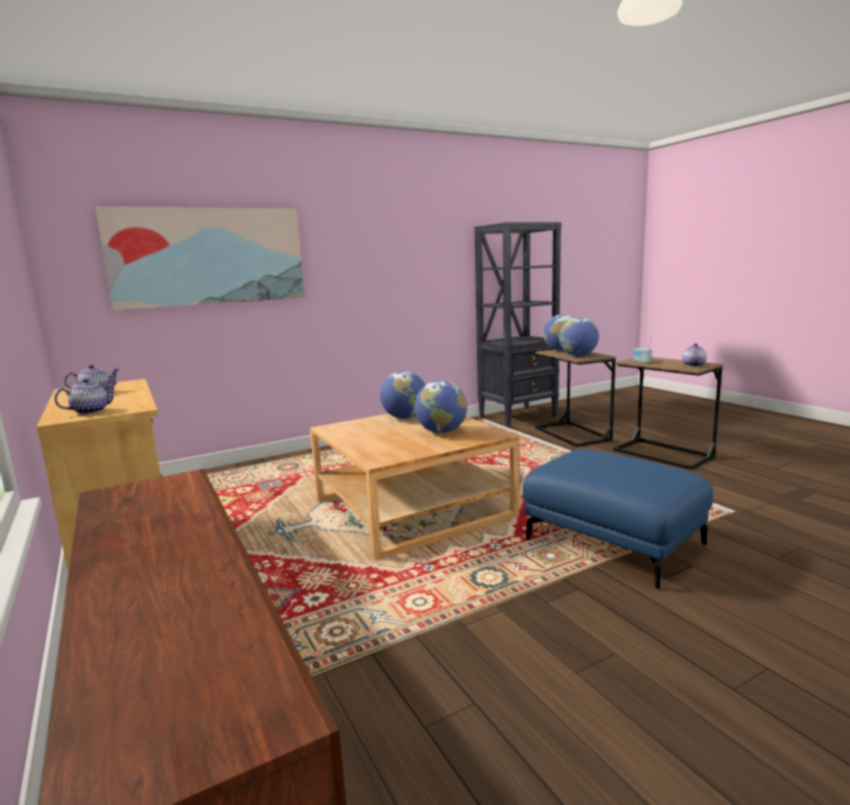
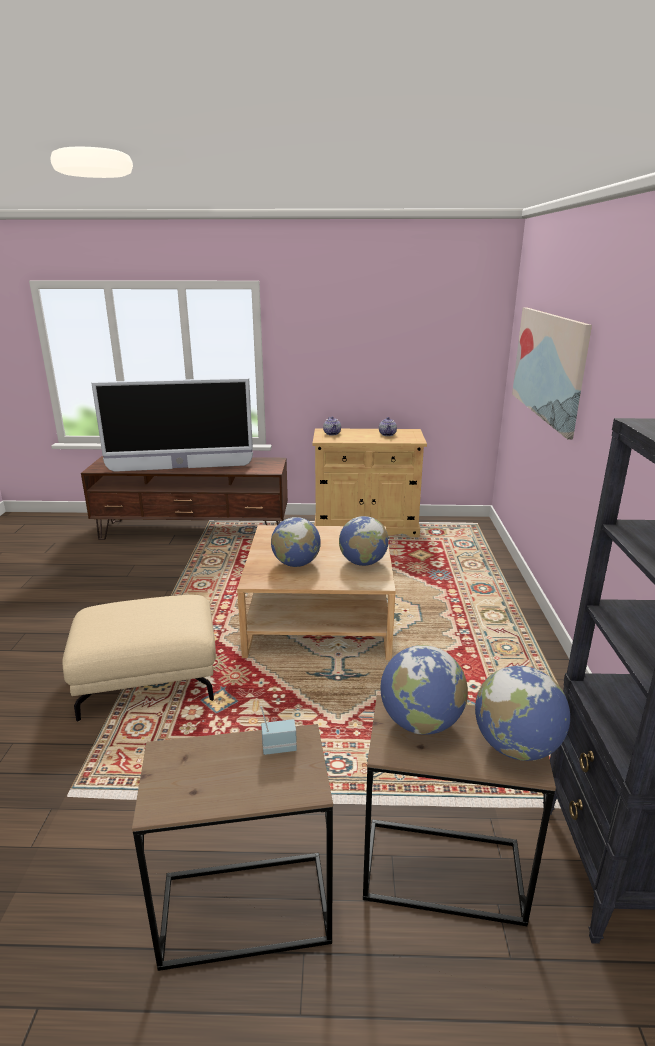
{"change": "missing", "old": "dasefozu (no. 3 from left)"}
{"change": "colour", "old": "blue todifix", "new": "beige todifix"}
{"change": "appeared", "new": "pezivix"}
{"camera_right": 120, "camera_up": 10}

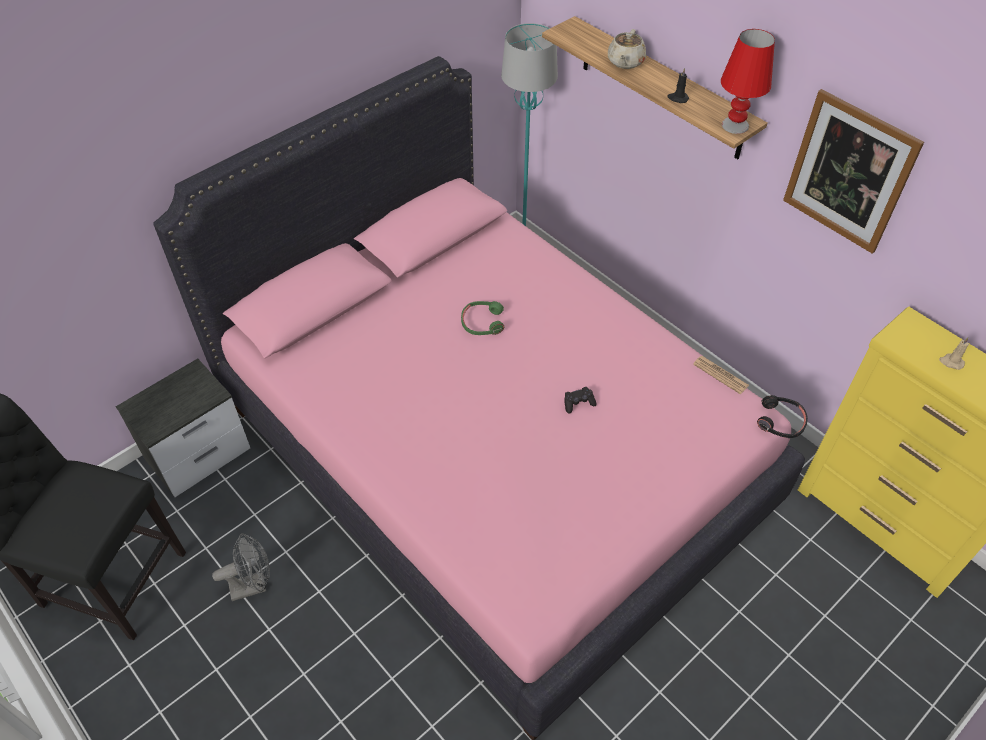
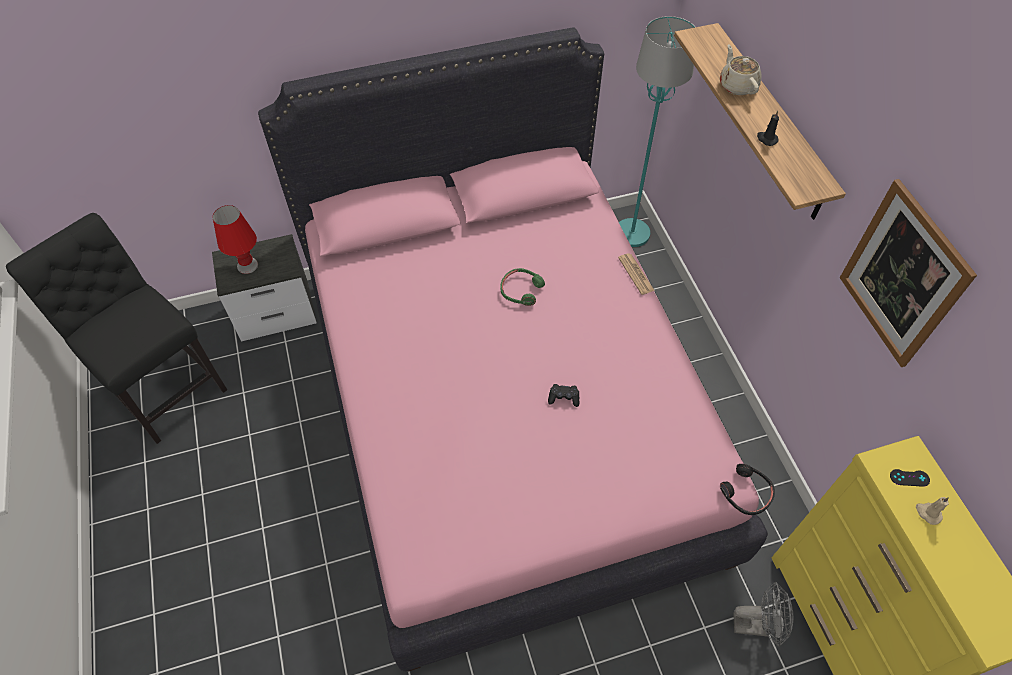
{"change": "spun", "old": "beige dasefozu", "degrees": 120}
{"change": "relocated", "old": "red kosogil"}
{"change": "relocated", "old": "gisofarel"}
{"change": "relocated", "old": "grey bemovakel"}
{"change": "appeared", "new": "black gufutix (no. 2 from left)"}
{"camera_right": 25, "camera_up": 5}

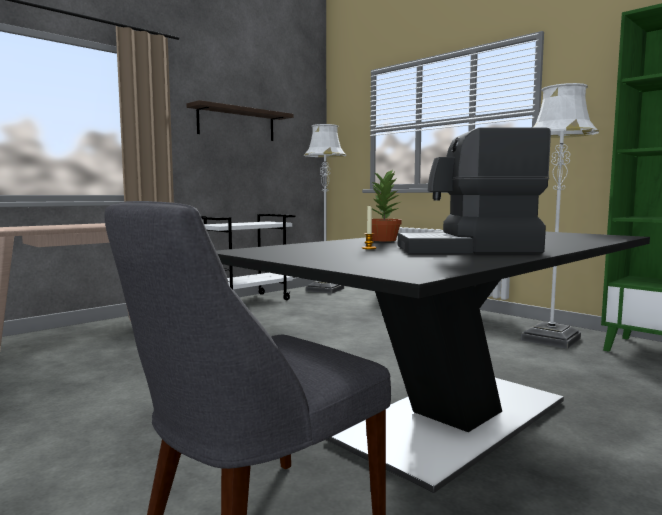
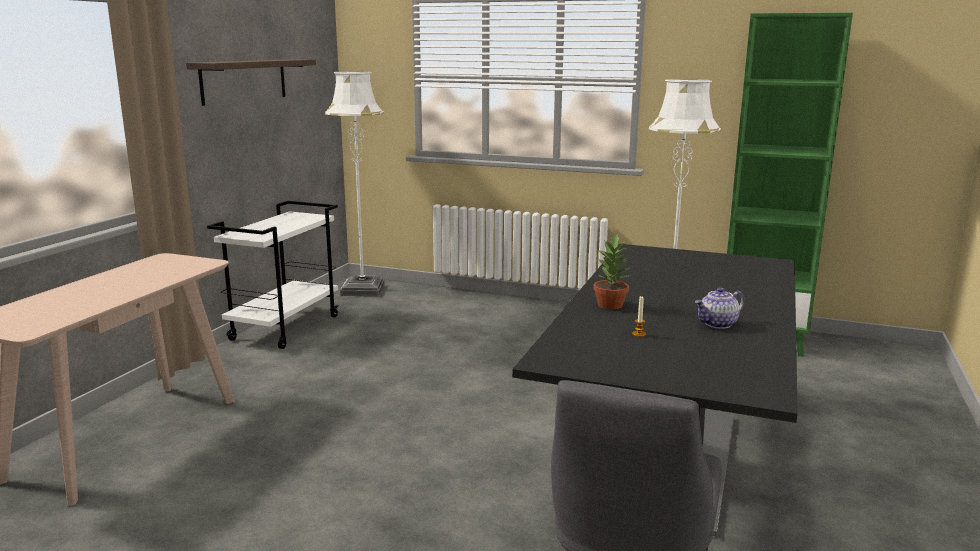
{"change": "exchanged", "old": "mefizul", "new": "dasefozu"}
{"camera_right": -25, "camera_up": 10}

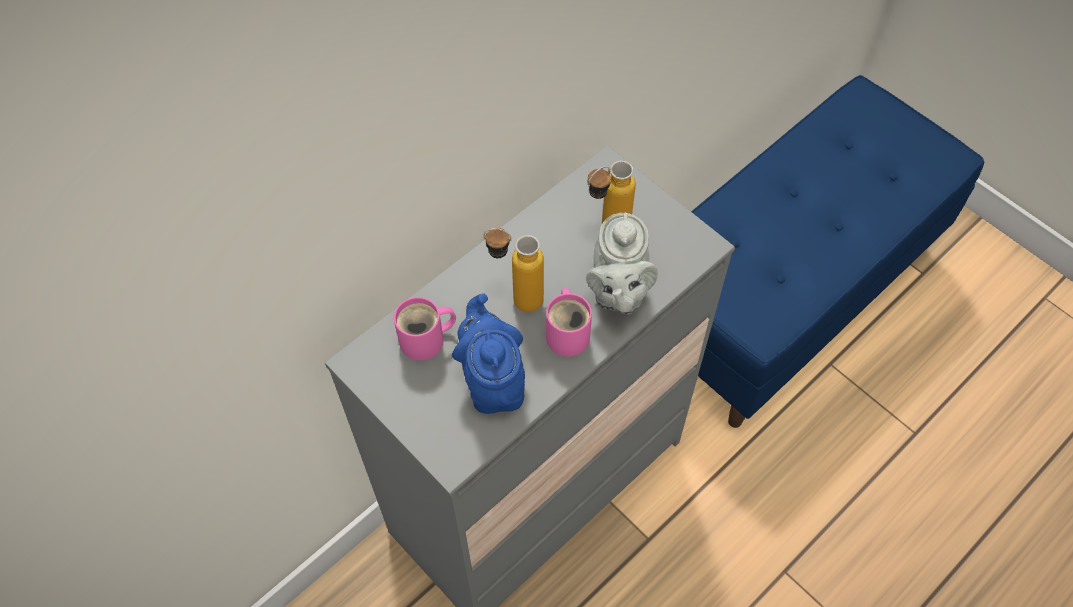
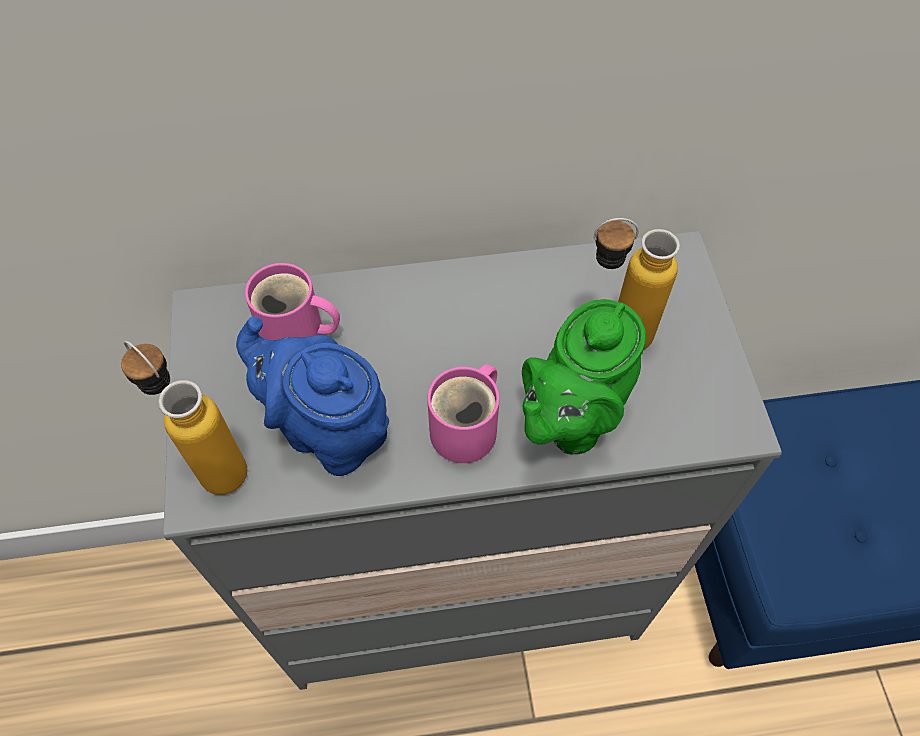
{"change": "colour", "old": "grey dasefozu", "new": "green dasefozu"}
{"change": "relocated", "old": "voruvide (no. 1 from left)"}
{"change": "spun", "old": "blue dasefozu", "degrees": -75}
{"camera_right": 35, "camera_up": 0}

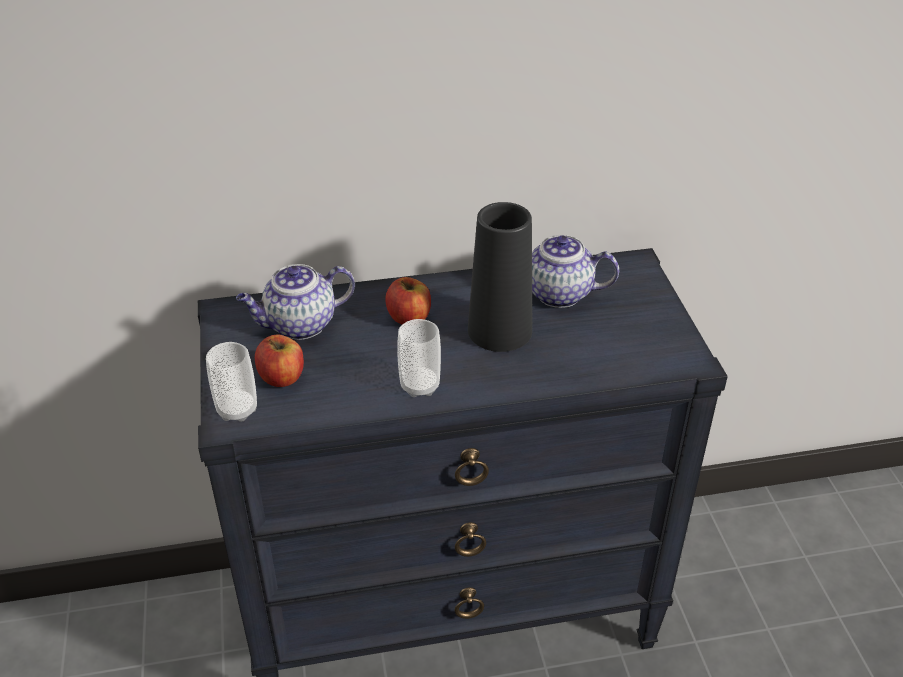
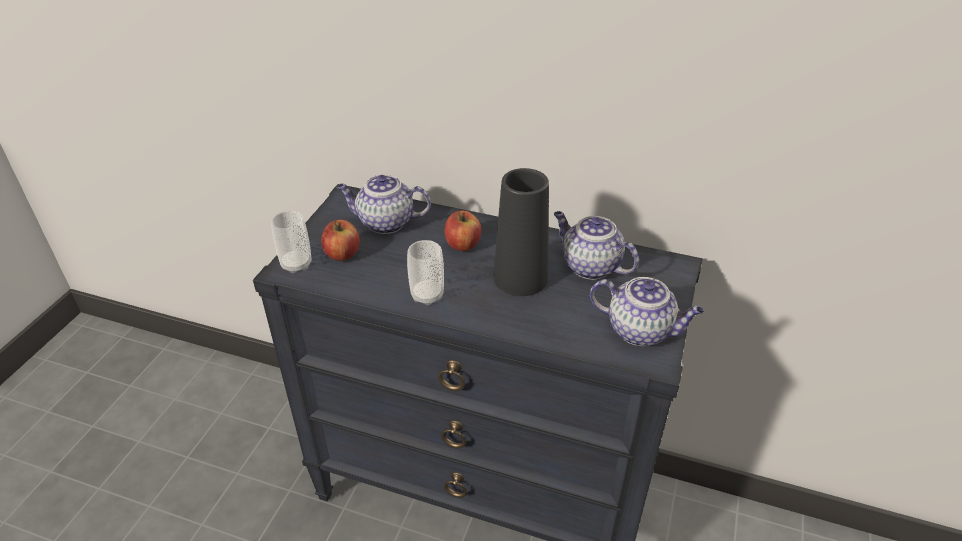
{"change": "appeared", "new": "dasefozu (no. 3 from left)"}
{"camera_right": 30, "camera_up": 0}

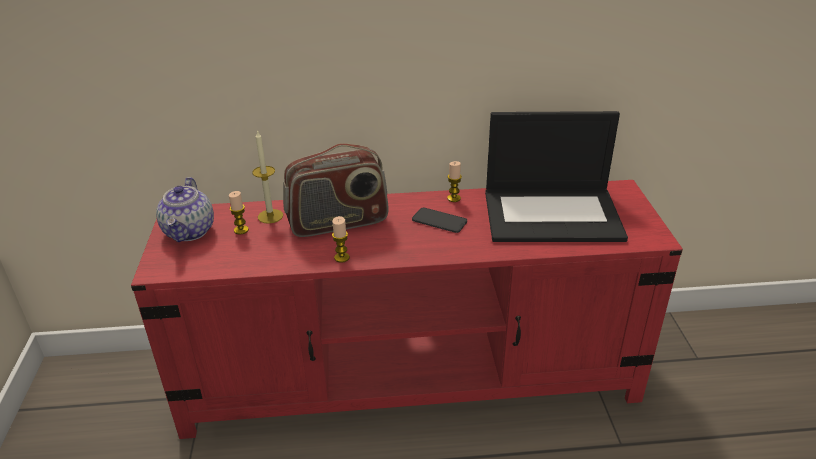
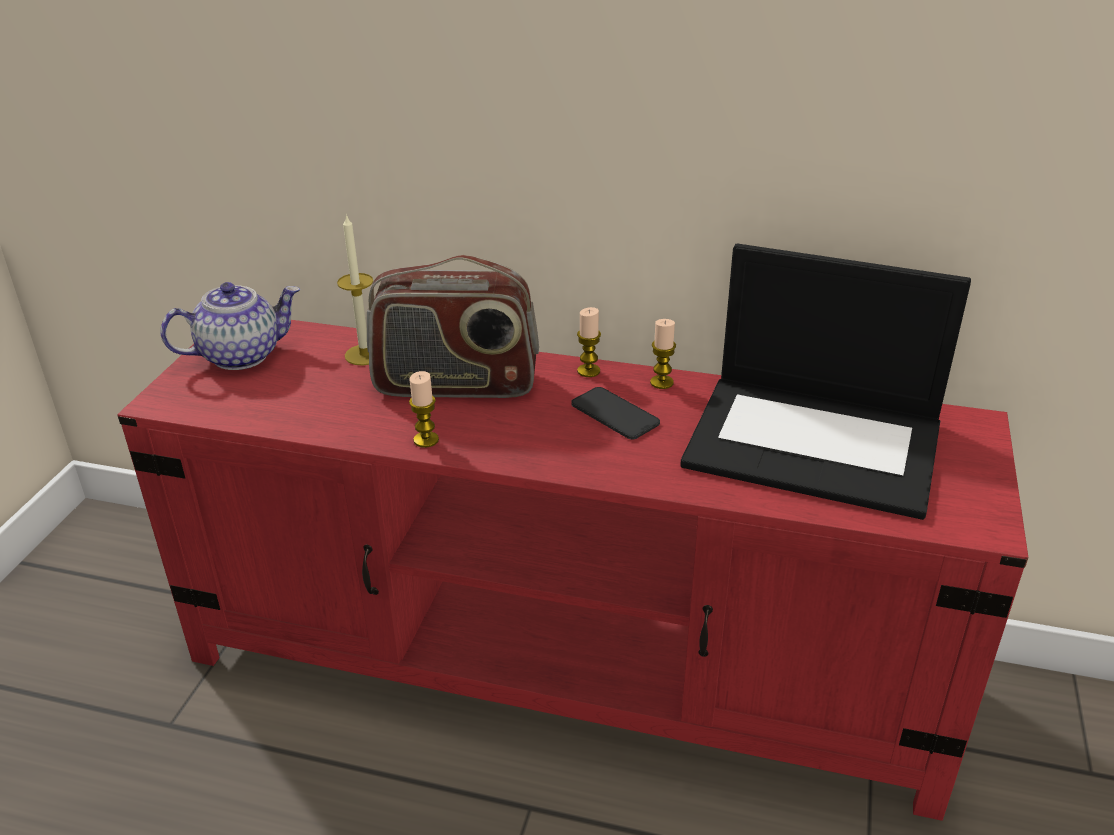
{"change": "spun", "old": "dasefozu", "degrees": -135}
{"change": "relocated", "old": "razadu (no. 1 from left in the first image)", "new": "razadu (no. 3 from left)"}
{"camera_right": 20, "camera_up": 0}

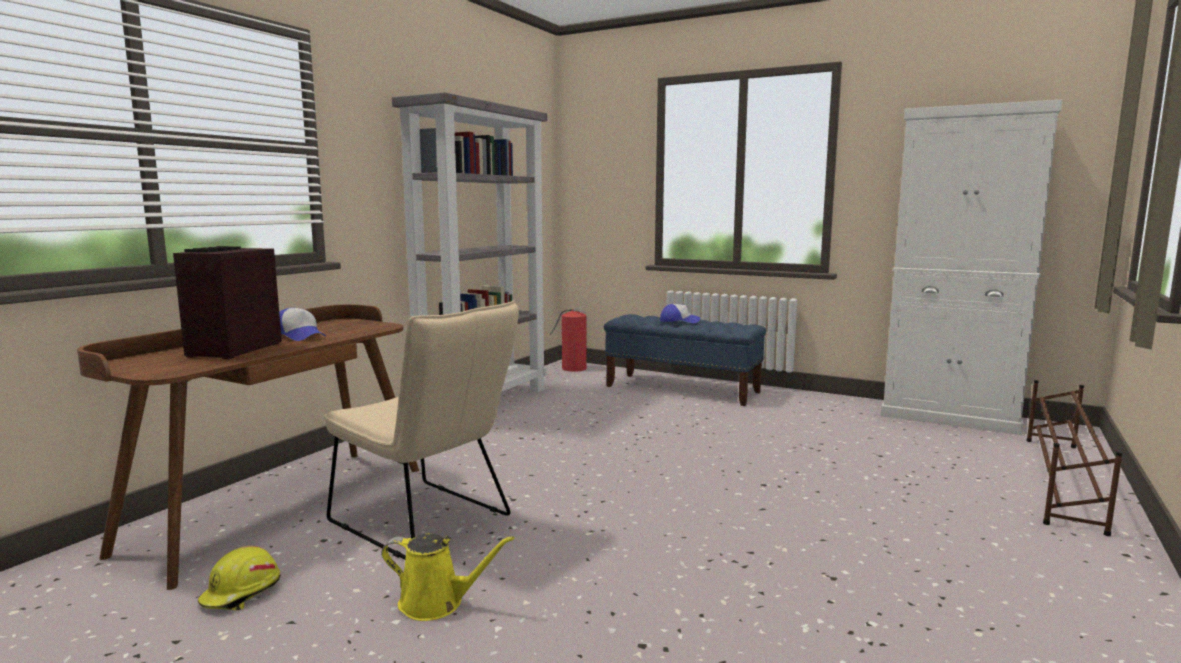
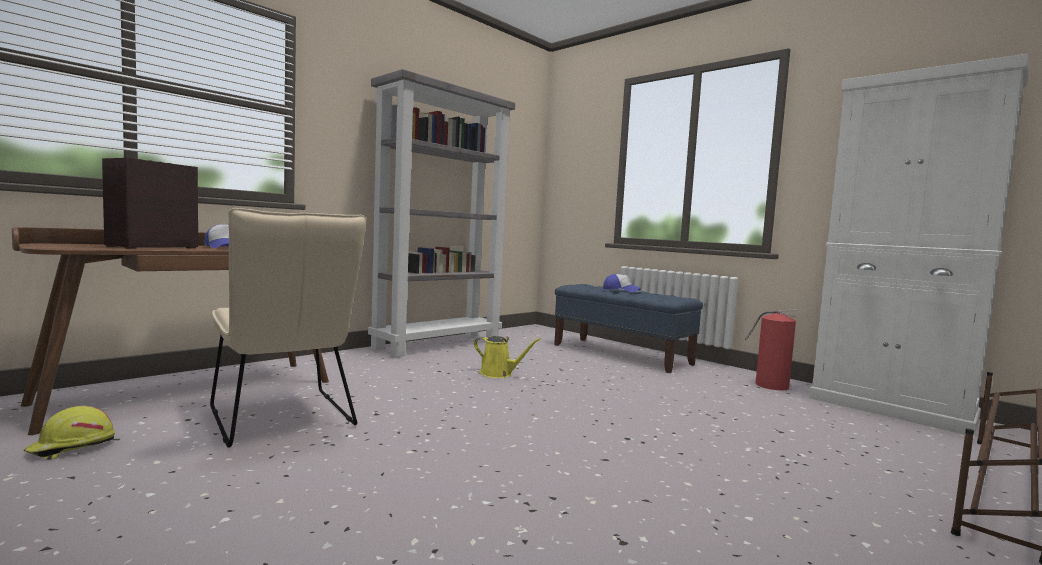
{"change": "relocated", "old": "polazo"}
{"change": "relocated", "old": "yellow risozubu"}
{"camera_right": 15, "camera_up": -5}

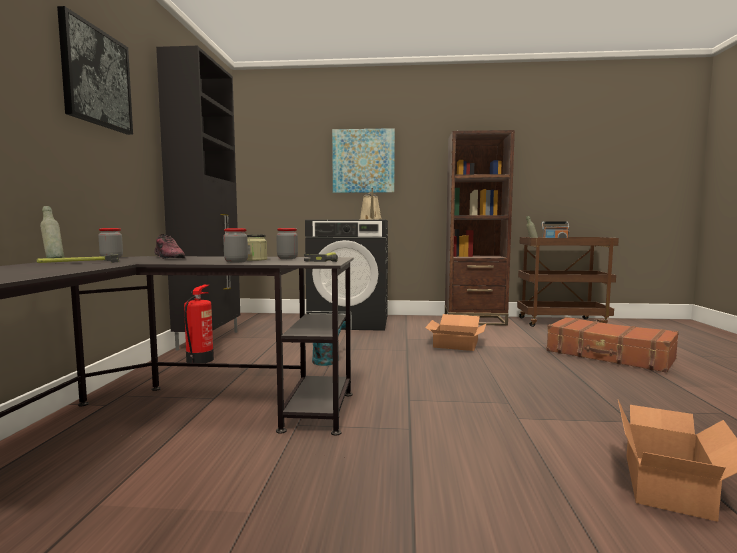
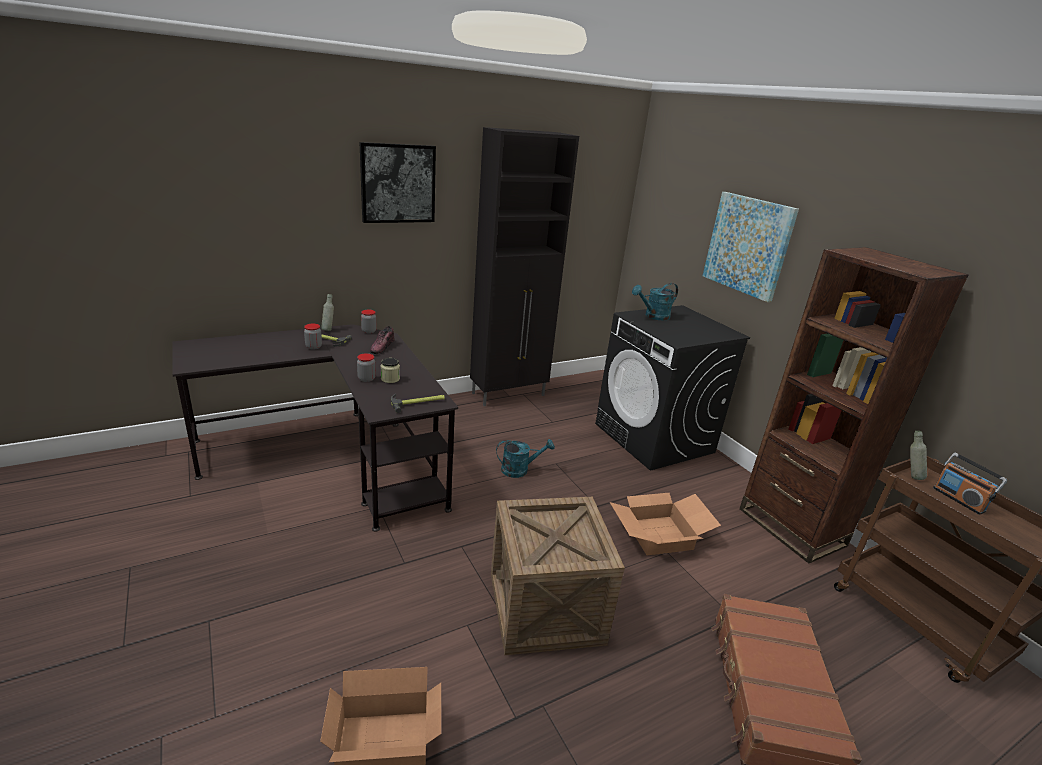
{"change": "missing", "old": "beige risozubu"}
{"change": "relocated", "old": "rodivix (no. 4 from left in the first image)", "new": "rodivix (no. 1 from left)"}
{"change": "missing", "old": "polazo"}
{"change": "appeared", "new": "turquoise risozubu (no. 2 from left)"}
{"change": "appeared", "new": "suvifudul"}
{"camera_right": 55, "camera_up": 20}

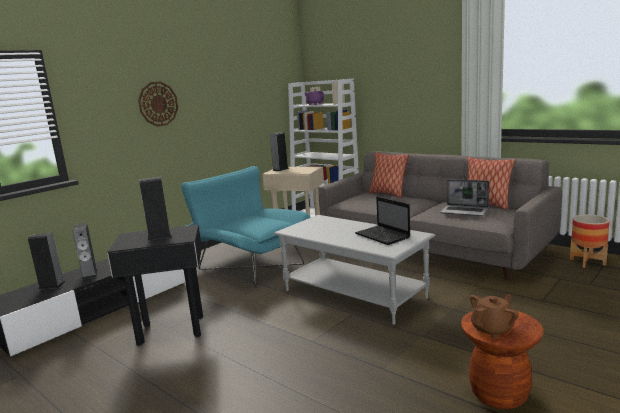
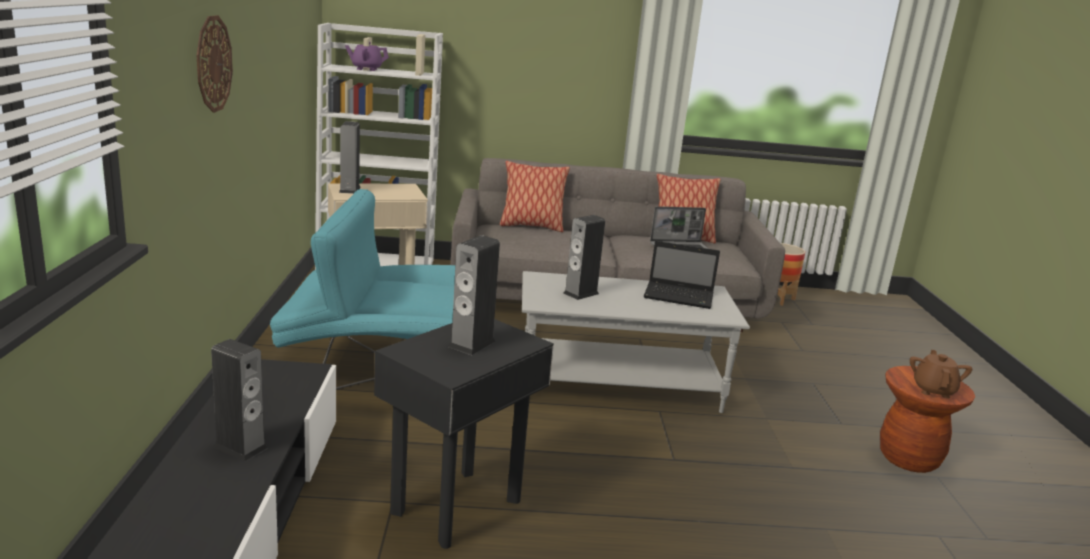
{"change": "relocated", "old": "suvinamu (no. 1 from left in the first image)", "new": "suvinamu (no. 4 from left)"}
{"camera_right": -45, "camera_up": 5}

